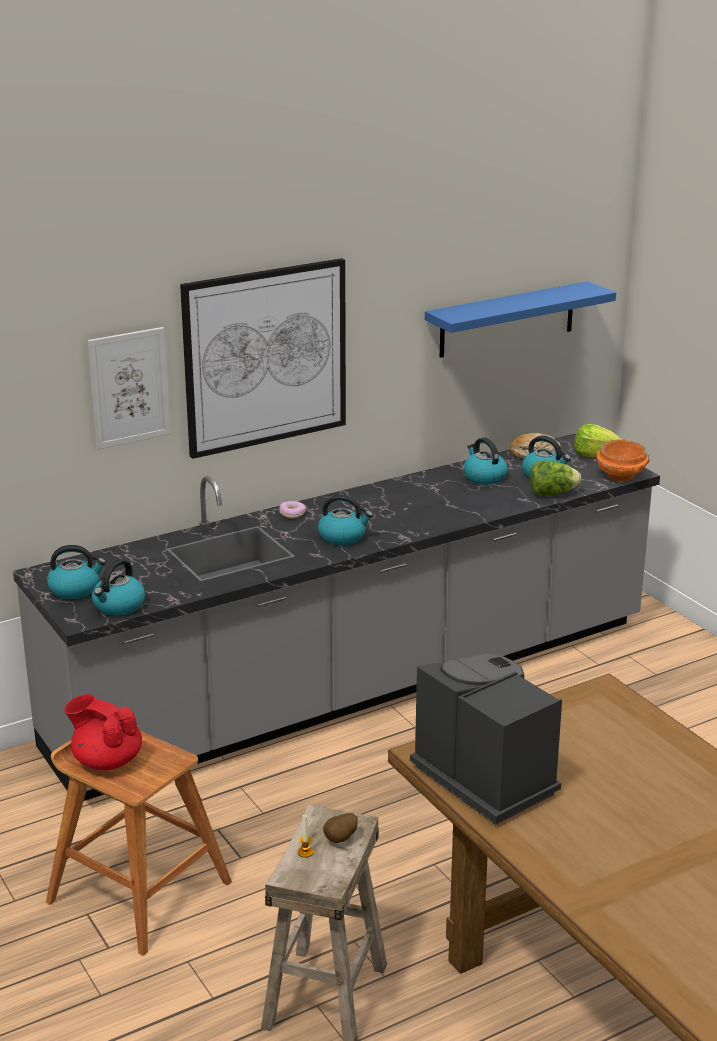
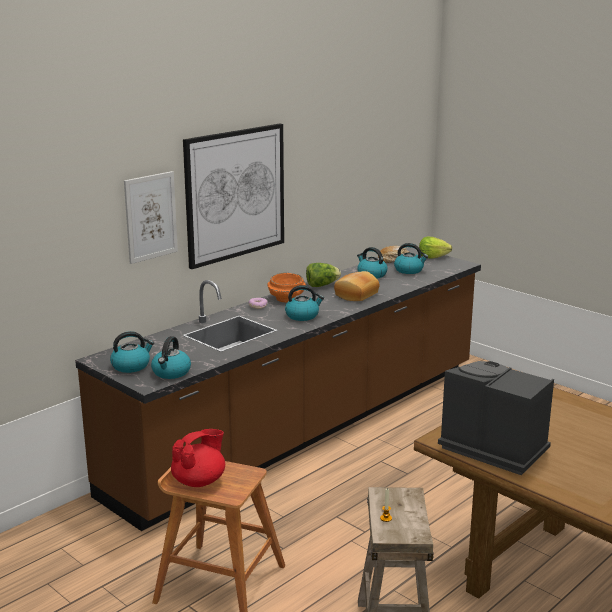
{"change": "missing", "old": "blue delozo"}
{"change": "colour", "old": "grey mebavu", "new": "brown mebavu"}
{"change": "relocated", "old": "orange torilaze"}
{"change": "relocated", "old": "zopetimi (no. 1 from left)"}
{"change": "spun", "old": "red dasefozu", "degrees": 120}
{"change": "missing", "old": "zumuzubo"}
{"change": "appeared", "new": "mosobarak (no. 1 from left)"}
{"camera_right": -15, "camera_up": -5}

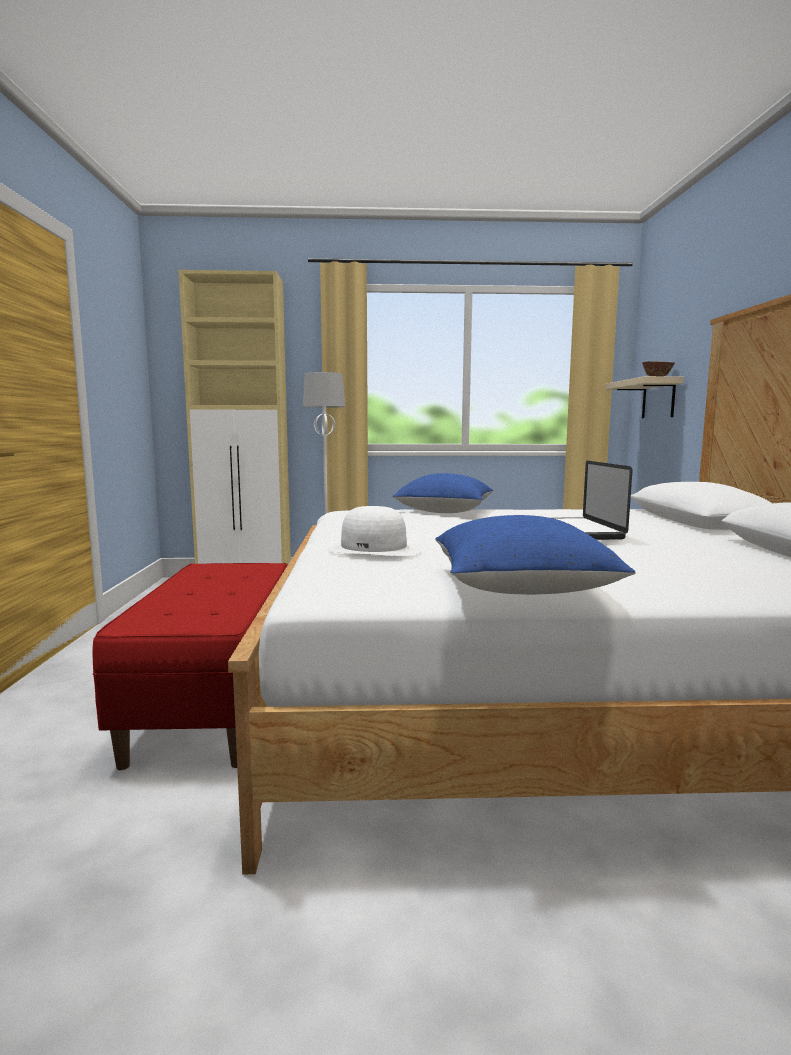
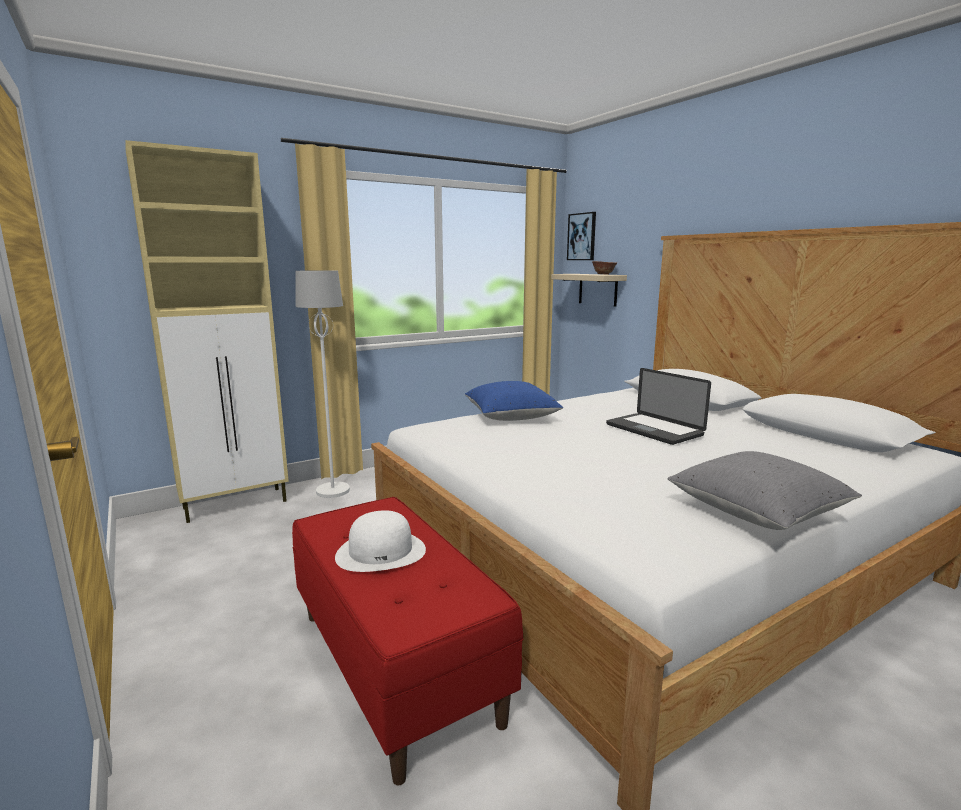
{"change": "relocated", "old": "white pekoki"}
{"change": "colour", "old": "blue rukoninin (no. 2 from left)", "new": "grey rukoninin"}
{"change": "appeared", "new": "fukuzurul"}
{"camera_right": -30, "camera_up": 5}

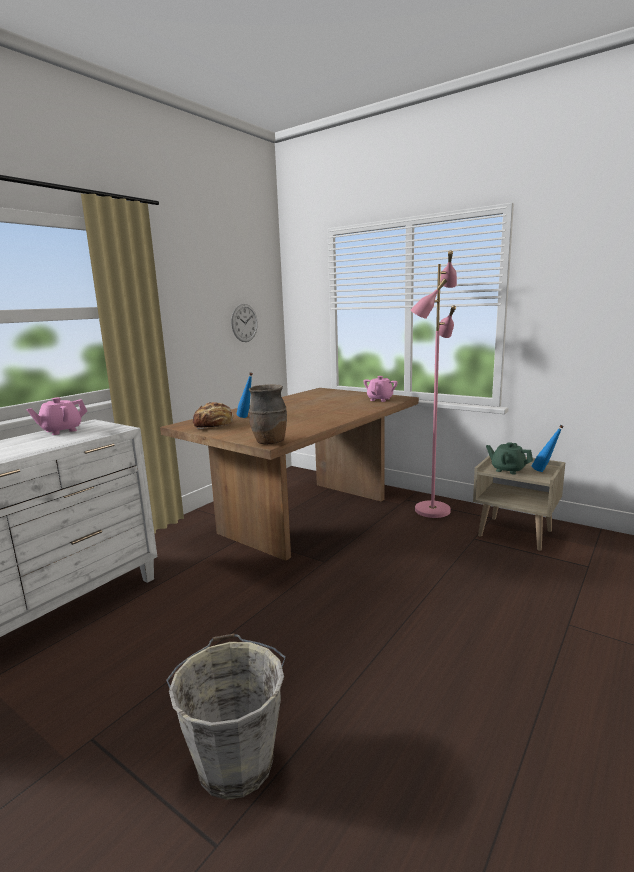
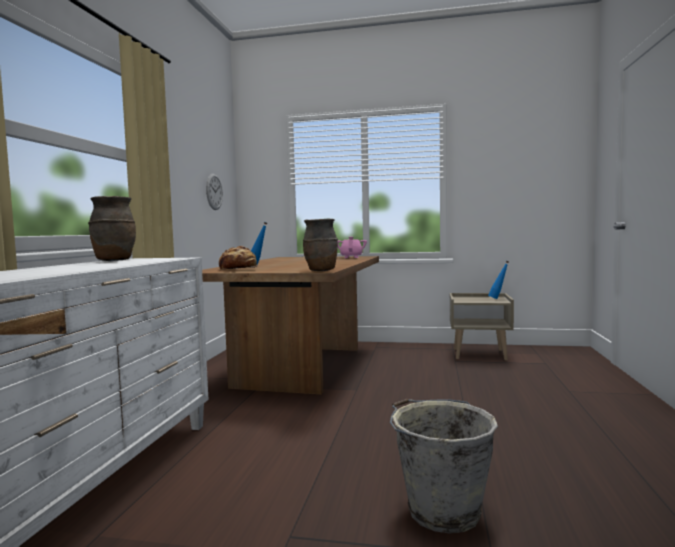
{"change": "missing", "old": "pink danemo"}
{"change": "exchanged", "old": "pink dasefozu (no. 1 from left)", "new": "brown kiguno (no. 1 from left)"}
{"change": "missing", "old": "green dasefozu"}
{"camera_right": -25, "camera_up": -10}

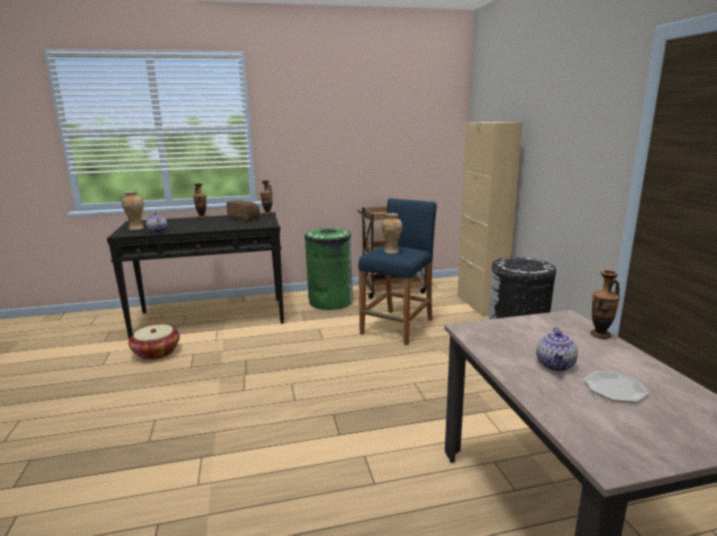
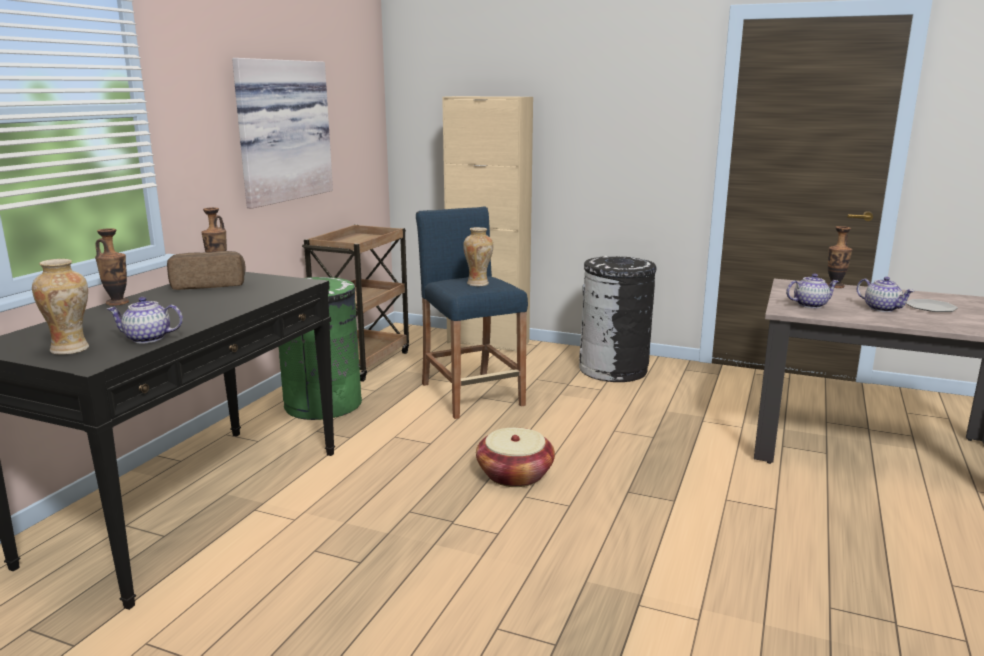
{"change": "relocated", "old": "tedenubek"}
{"change": "appeared", "new": "fukuzurul"}
{"change": "appeared", "new": "dasefozu (no. 2 from left)"}
{"camera_right": -55, "camera_up": 0}

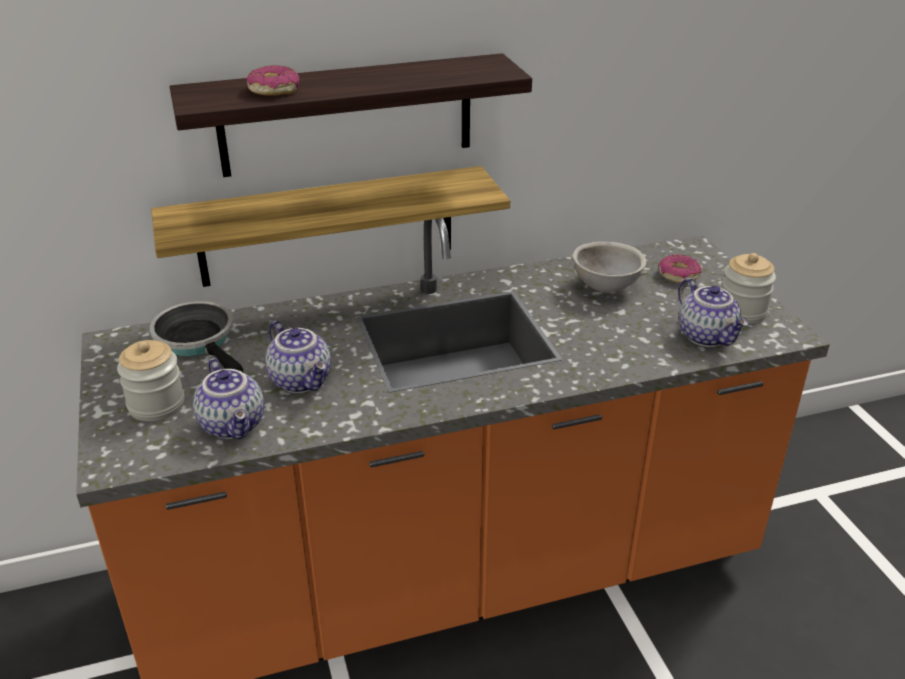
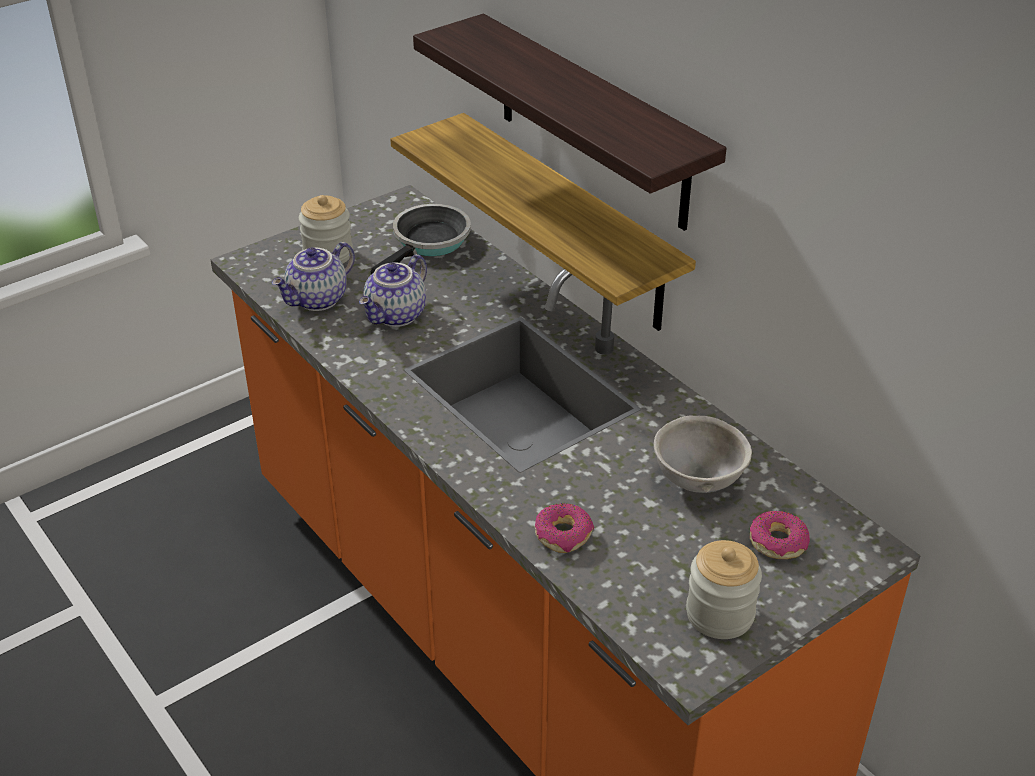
{"change": "relocated", "old": "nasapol (no. 1 from left)"}
{"change": "missing", "old": "dasefozu (no. 3 from left)"}
{"camera_right": 70, "camera_up": 5}

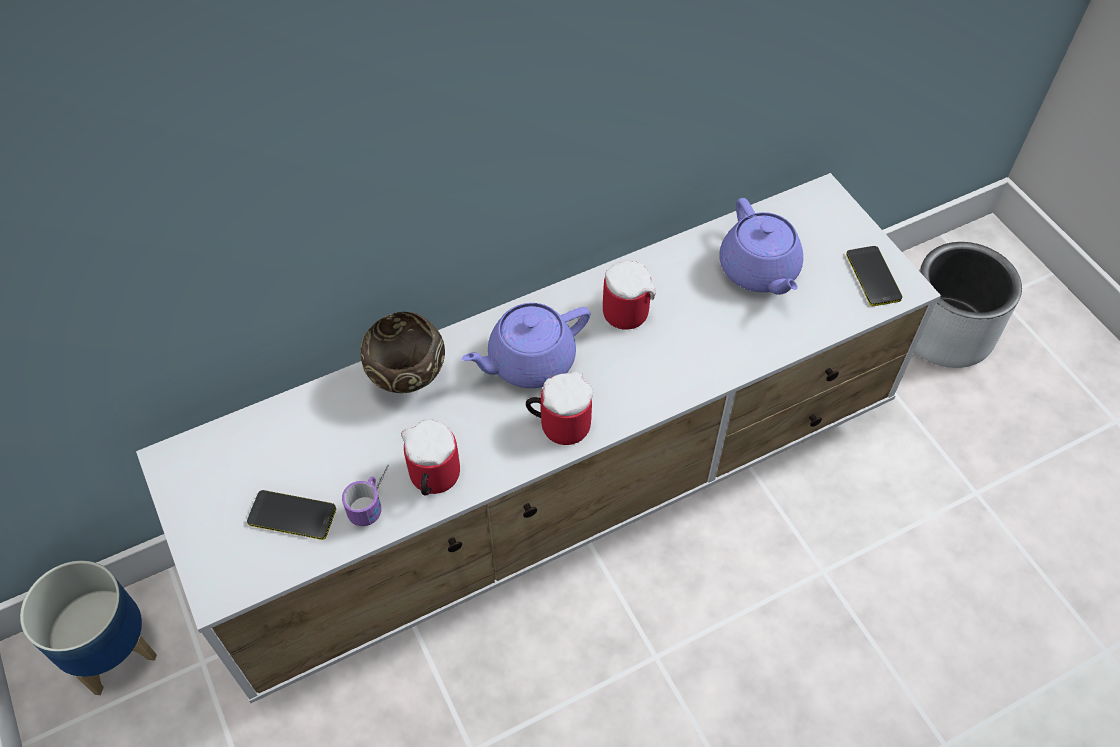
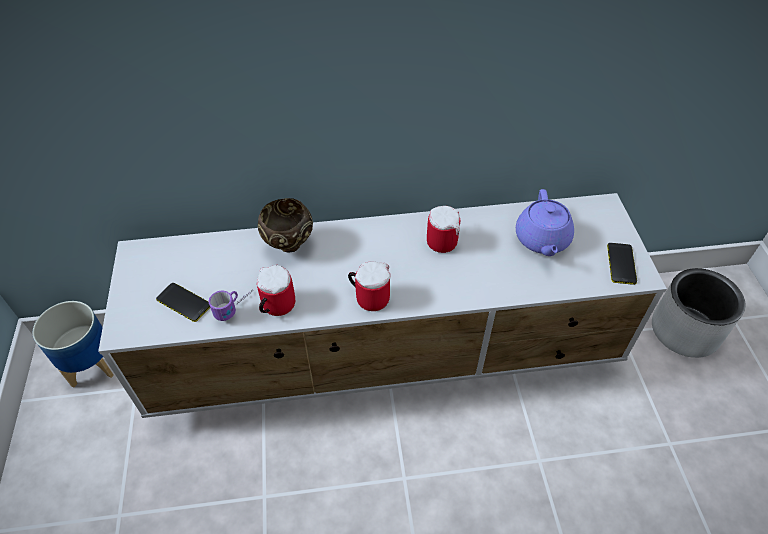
{"change": "missing", "old": "purple dasefozu (no. 1 from left)"}
{"camera_right": 20, "camera_up": -5}

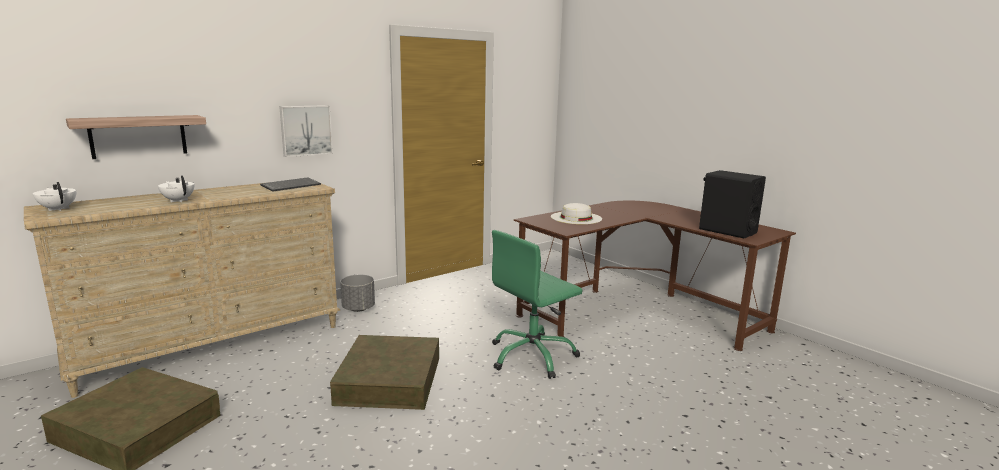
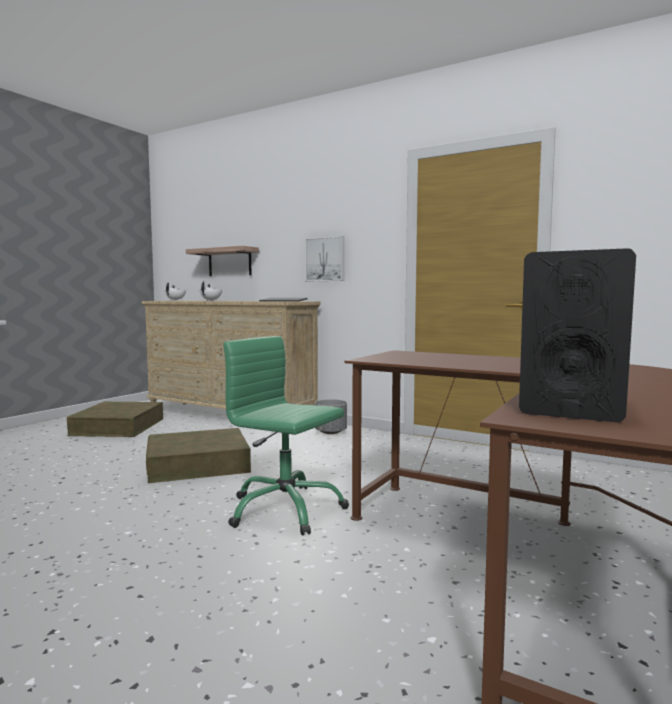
{"change": "missing", "old": "white pekoki"}
{"camera_right": 70, "camera_up": -10}

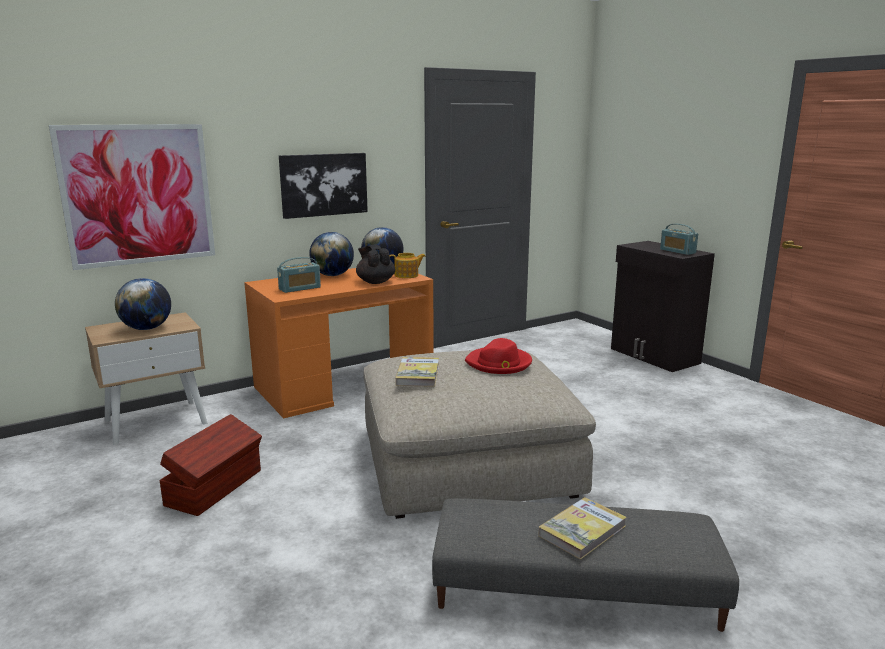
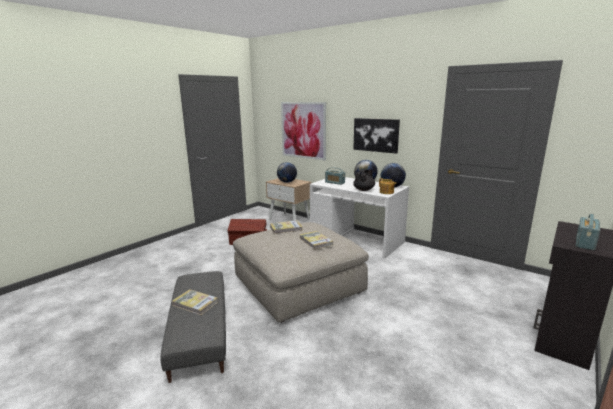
{"change": "colour", "old": "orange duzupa", "new": "white duzupa"}
{"change": "exchanged", "old": "red pekoki", "new": "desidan (no. 3 from left)"}
{"camera_right": 70, "camera_up": 0}

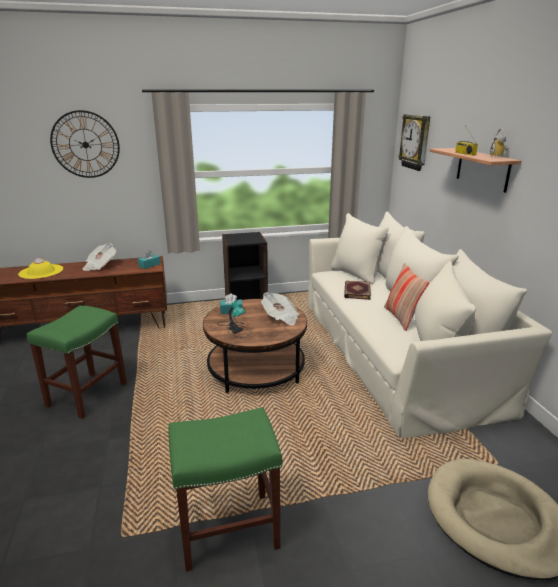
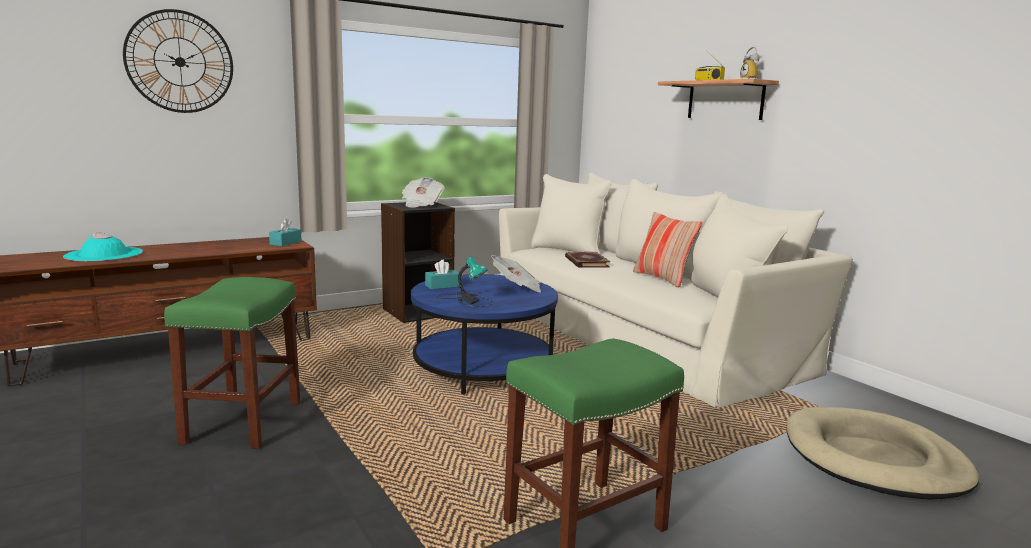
{"change": "missing", "old": "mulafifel (no. 2 from left)"}
{"change": "relocated", "old": "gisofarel (no. 1 from left)"}
{"change": "colour", "old": "yellow pekoki", "new": "turquoise pekoki"}
{"change": "colour", "old": "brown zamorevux", "new": "blue zamorevux"}
{"camera_right": -20, "camera_up": -10}

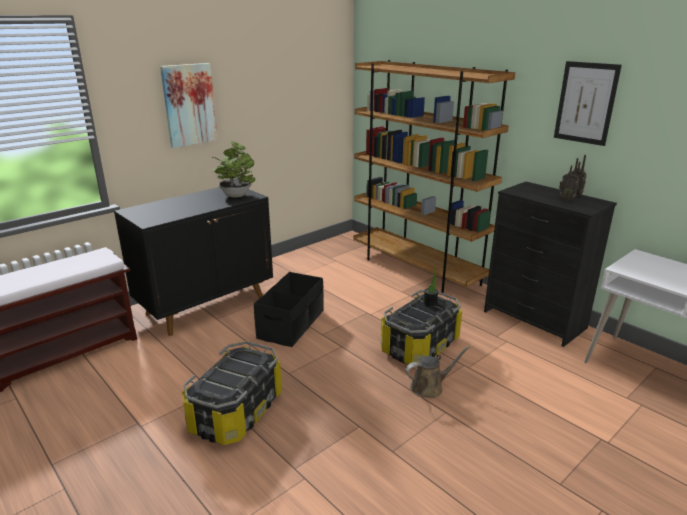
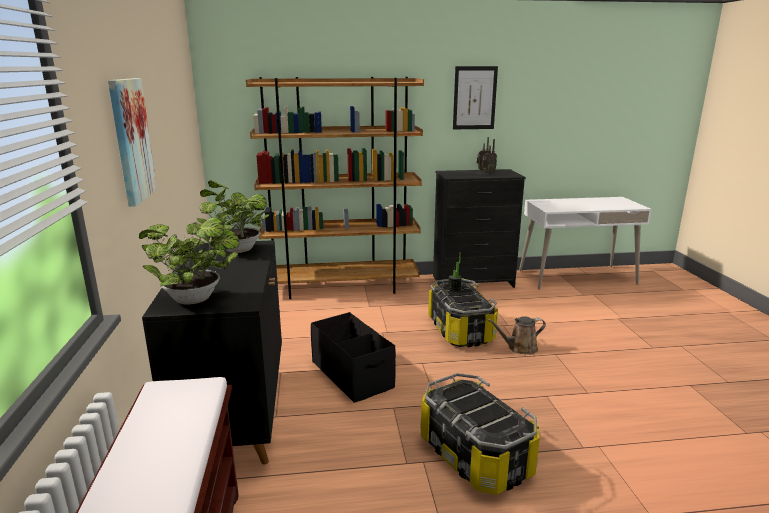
{"change": "spun", "old": "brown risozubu", "degrees": -120}
{"change": "appeared", "new": "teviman (no. 1 from left)"}
{"camera_right": -55, "camera_up": -5}

